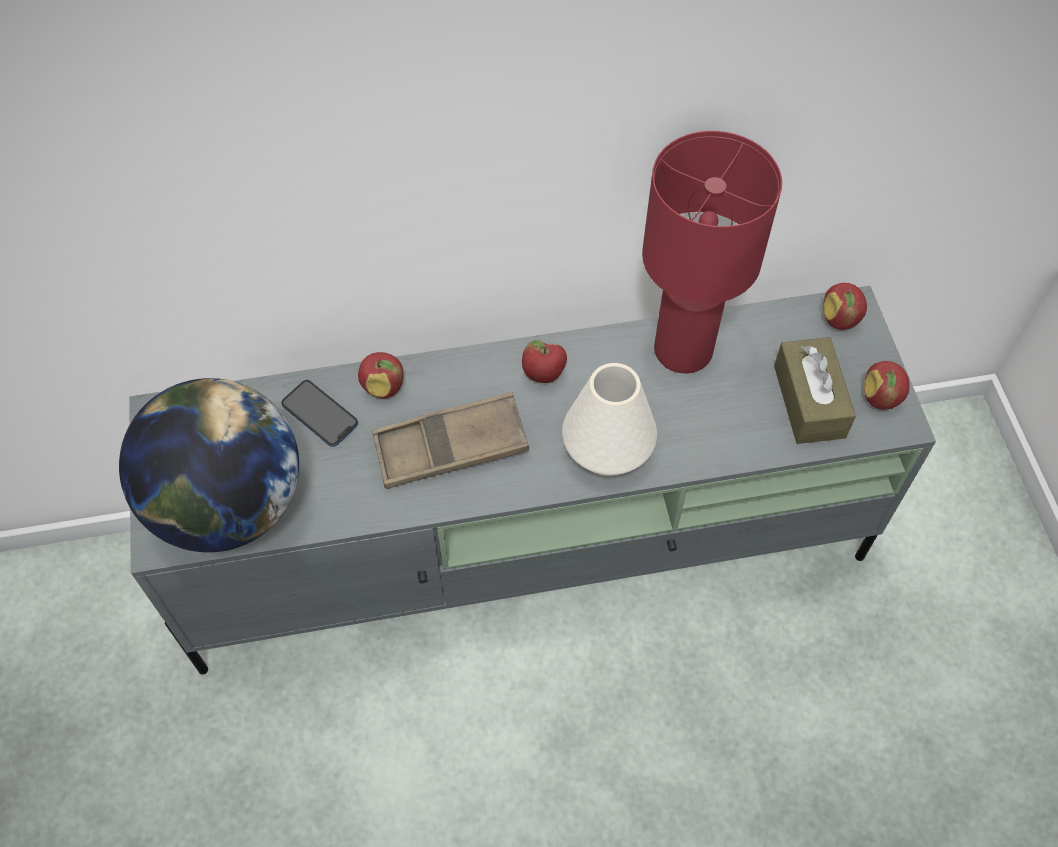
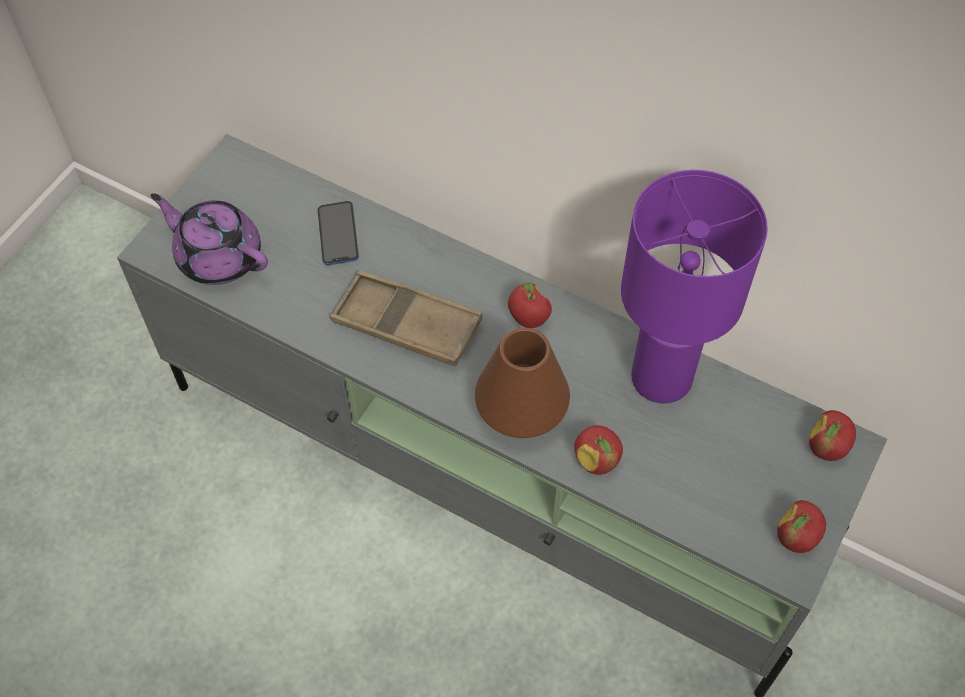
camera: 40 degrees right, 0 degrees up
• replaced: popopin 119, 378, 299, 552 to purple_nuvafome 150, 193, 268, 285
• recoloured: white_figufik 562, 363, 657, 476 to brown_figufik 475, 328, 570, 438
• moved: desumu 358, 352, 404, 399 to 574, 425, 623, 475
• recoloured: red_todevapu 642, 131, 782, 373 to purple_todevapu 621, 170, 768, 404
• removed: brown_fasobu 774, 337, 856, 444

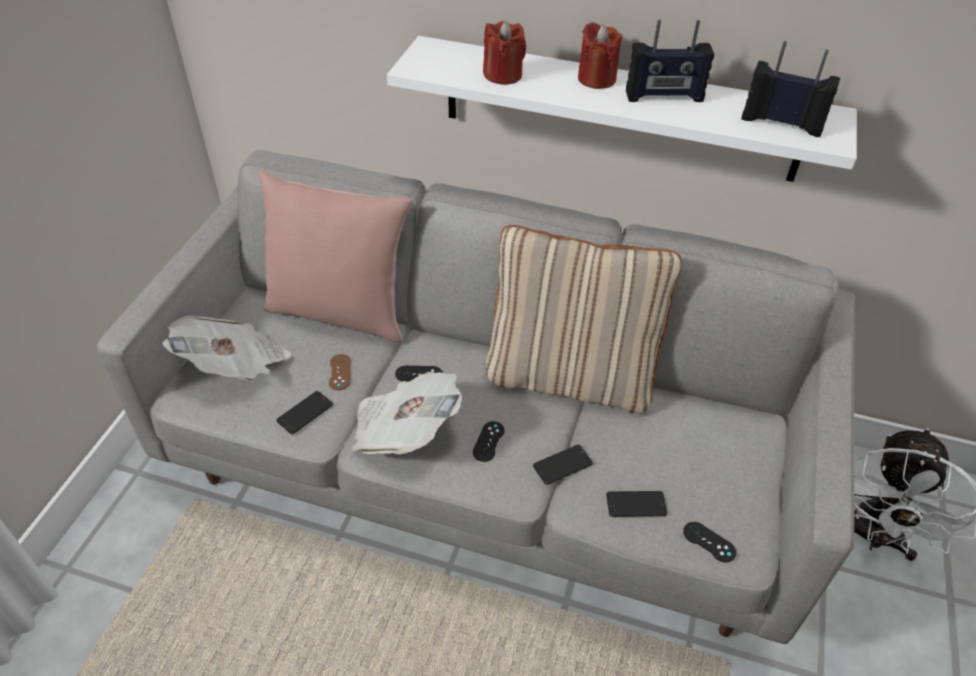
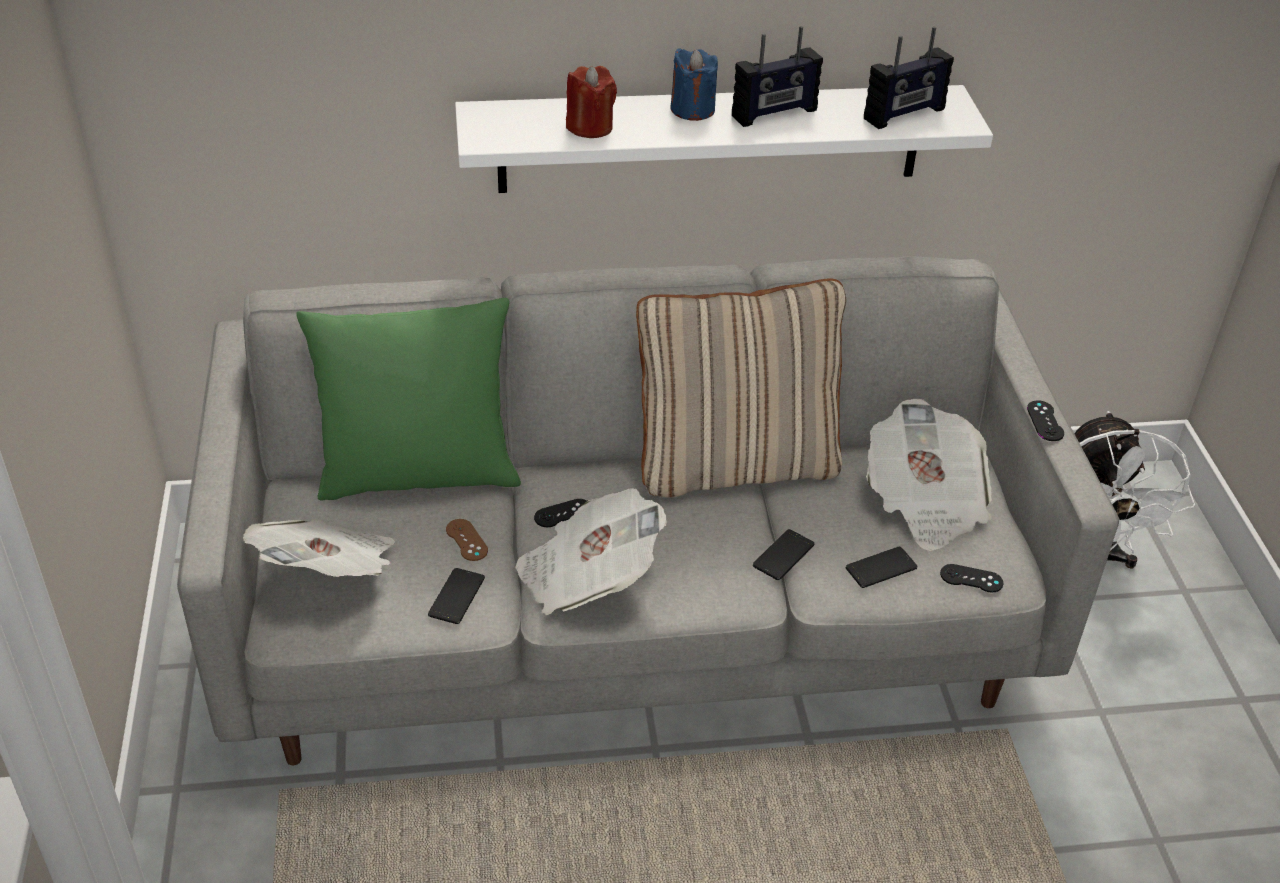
camera: 25 degrees left, 5 degrees down
• recoloured: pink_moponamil 258, 170, 412, 343 to green_moponamil 296, 298, 521, 501
• recoloured: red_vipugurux 578, 22, 622, 89 to blue_vipugurux 670, 48, 718, 121
• turned: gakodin 741, 41, 840, 137 = 864, 27, 954, 129 150 degrees clockwise
• added: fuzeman 866, 399, 992, 551
• moved: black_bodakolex 473, 421, 505, 462 to 1027, 400, 1064, 441

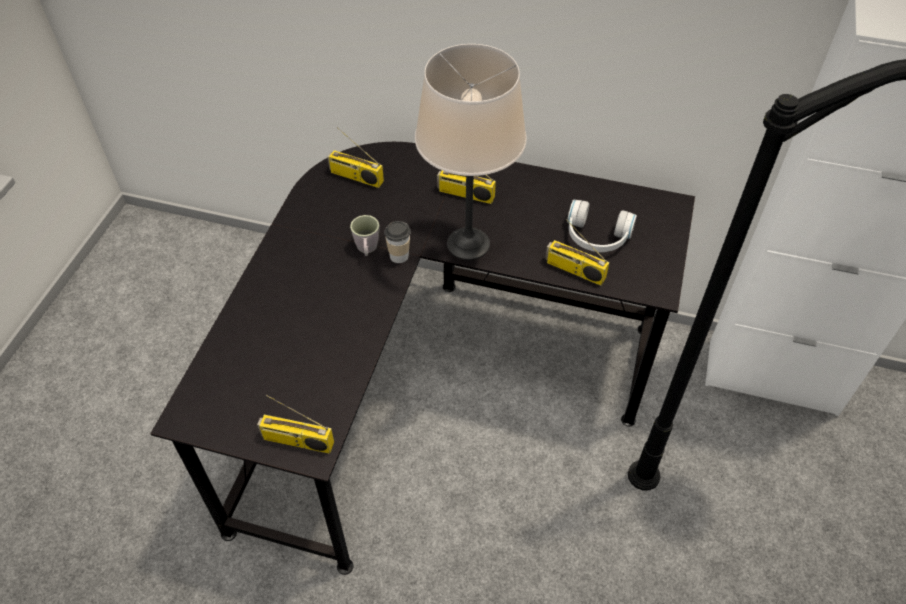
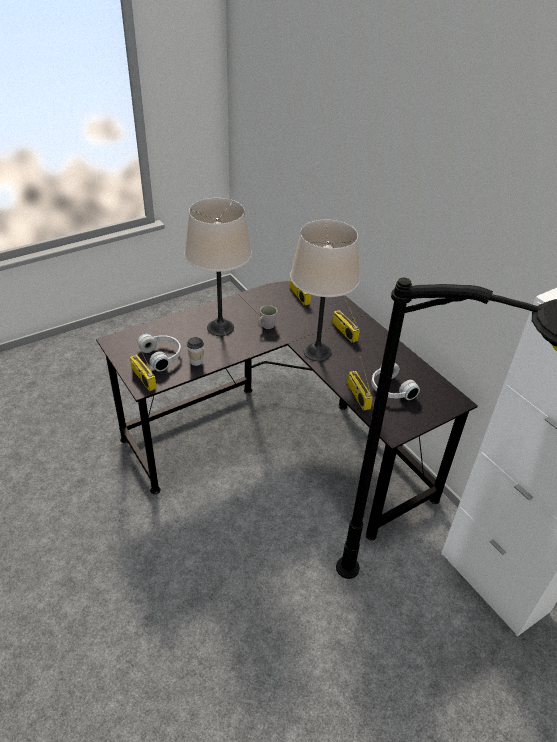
camera: 40 degrees right, 10 degrees down
• added: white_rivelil 137, 334, 181, 371
• added: beige_todevapu 185, 198, 252, 336
• moved: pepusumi 384, 221, 411, 263 to 187, 337, 204, 366

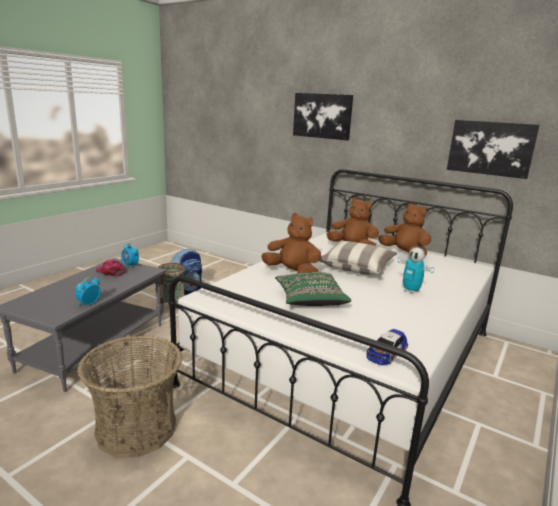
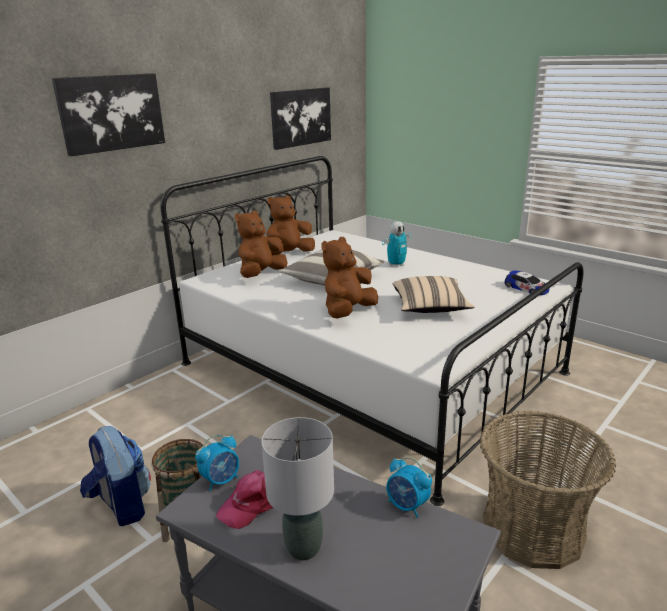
camera: 80 degrees left, 5 degrees up
• added: grey_todevapu 261, 417, 334, 560
• recoloured: green_moponamil 275, 272, 351, 306 to beige_moponamil 393, 276, 474, 313

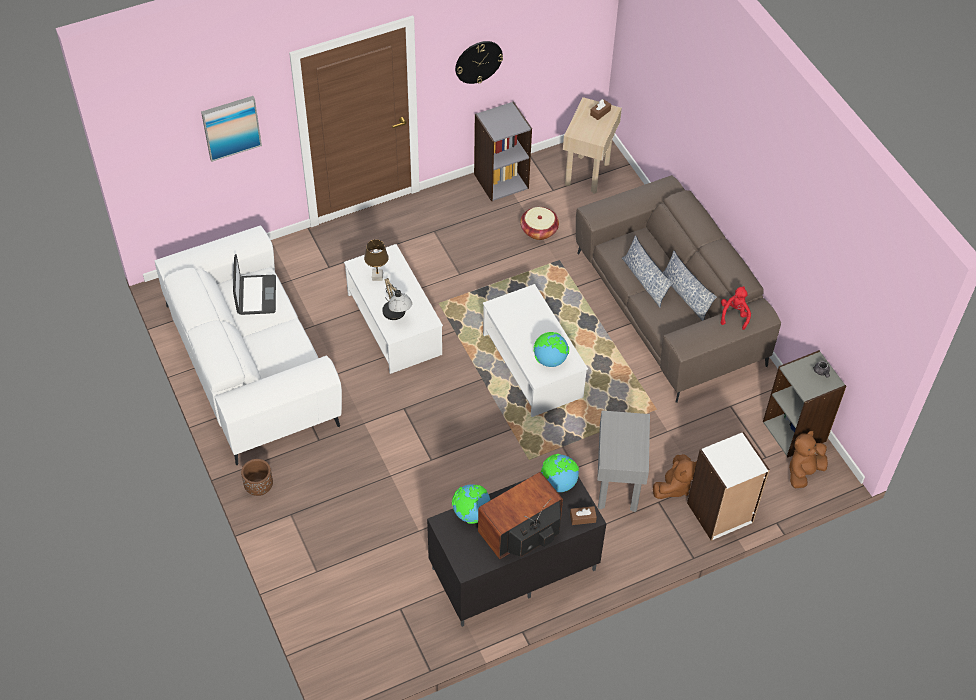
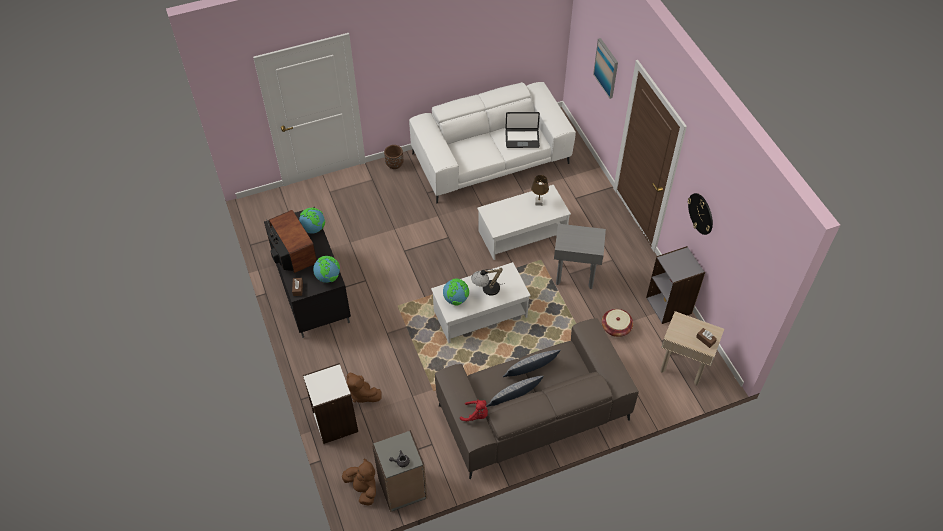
camera: 95 degrees right, 0 degrees up
• moved: todevapu 382, 278, 412, 320 to 471, 268, 505, 296
• moved: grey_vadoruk 597, 410, 650, 512 to 554, 224, 606, 289

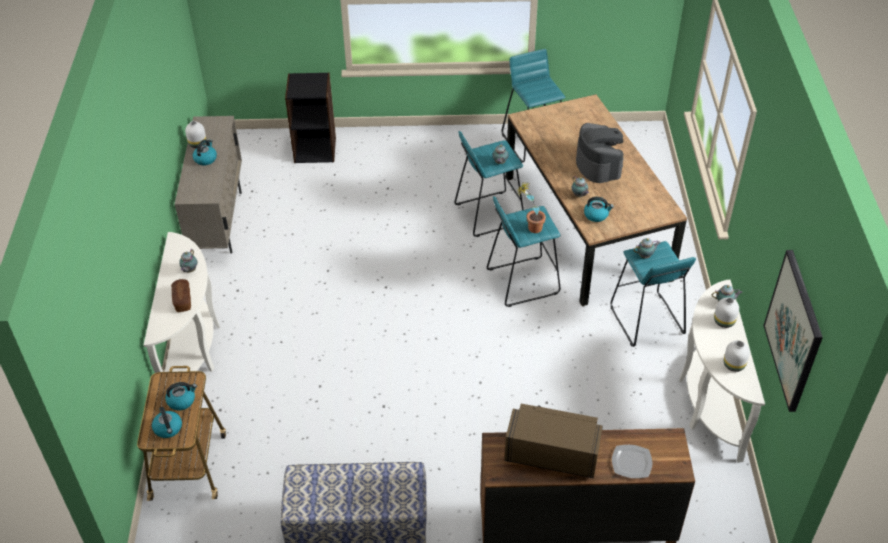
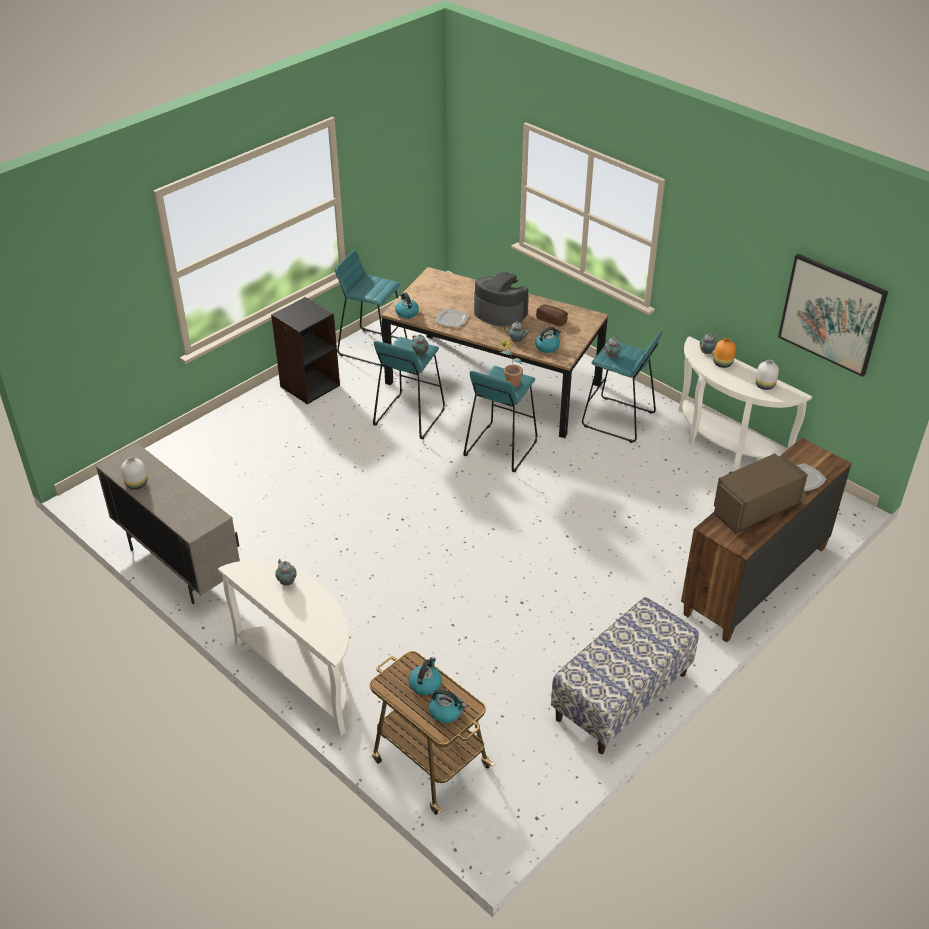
camera: 45 degrees left, 5 degrees down
• moved: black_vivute 285, 73, 336, 163 to 271, 297, 340, 405
• moved: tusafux 193, 140, 217, 165 to 395, 292, 419, 318
• added: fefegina 435, 309, 468, 328
• moved: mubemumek 171, 279, 191, 312 to 536, 304, 568, 327
• recoloured: white_figufik 714, 298, 739, 328 to orange_figufik 713, 338, 736, 368

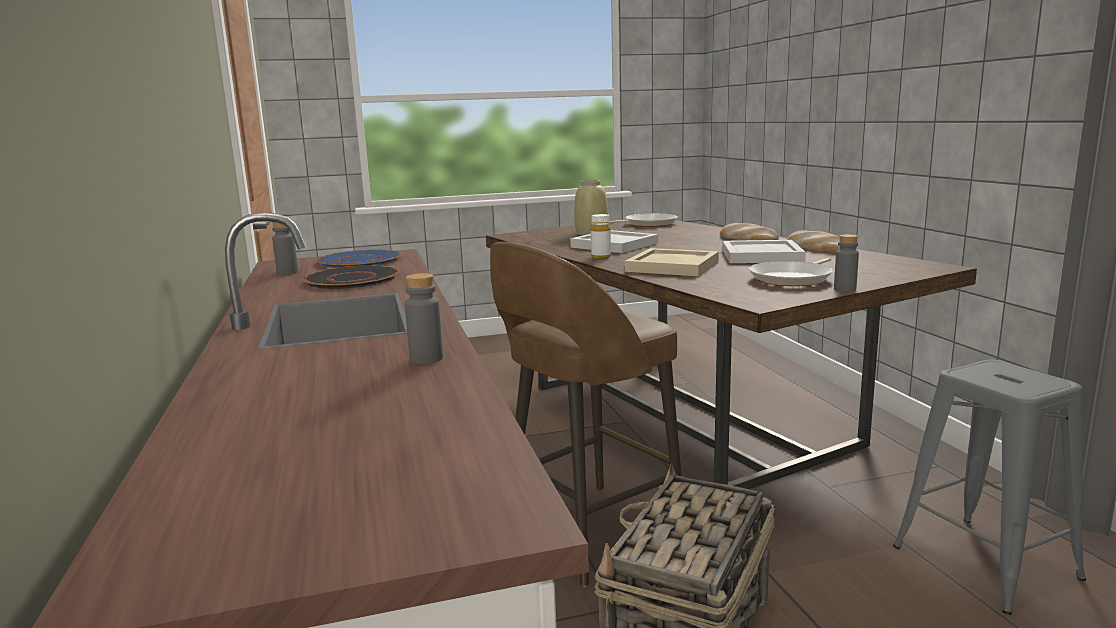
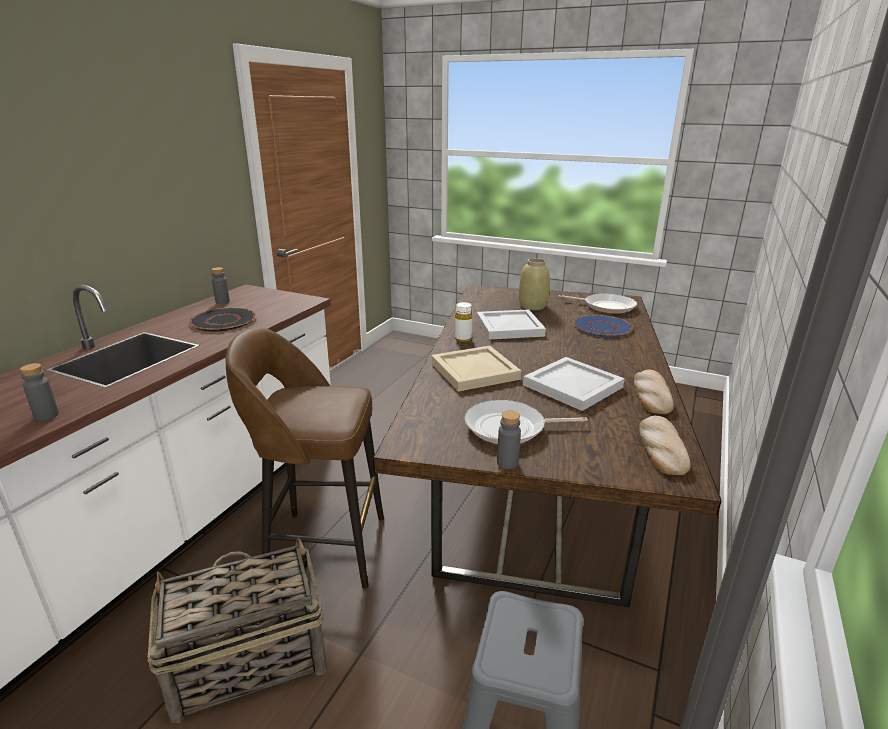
camera: 40 degrees right, 10 degrees up
• moved: blue_fefegina 317, 249, 402, 268 to 574, 315, 633, 337
• moved: mubemumek 720, 223, 779, 240 to 639, 415, 690, 475

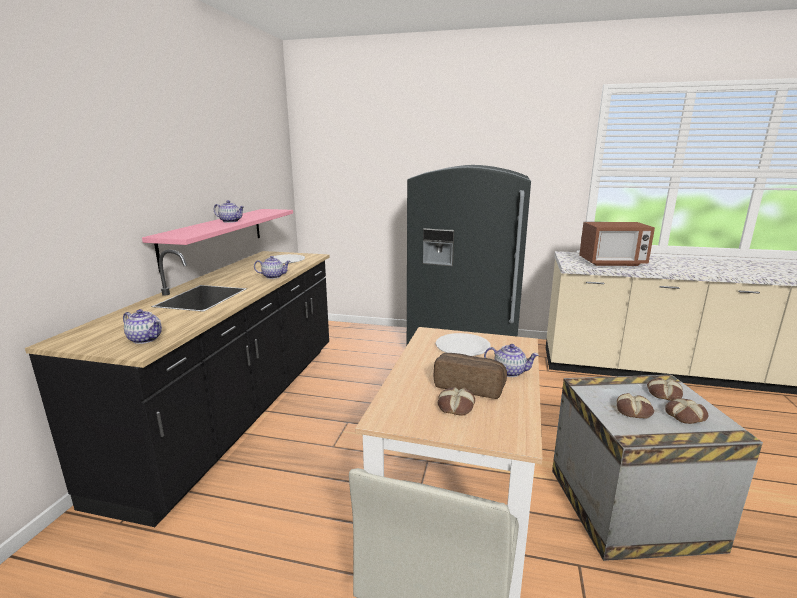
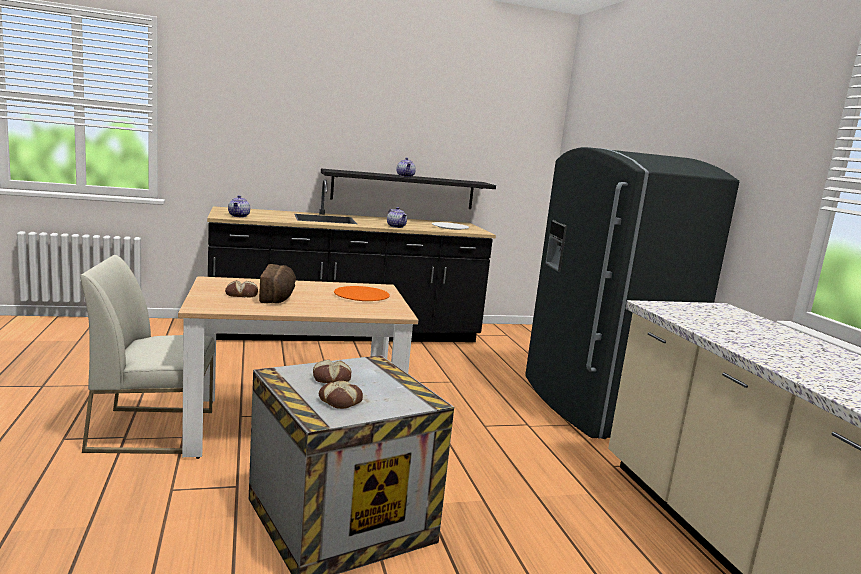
camera: 60 degrees right, 5 degrees down
• recoloured: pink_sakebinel 142, 209, 293, 273 to black_sakebinel 321, 168, 496, 209
• recoloured: white_fefegina 436, 333, 491, 356 to orange_fefegina 334, 286, 390, 301
• removed: nuvafome 484, 344, 539, 377
• removed: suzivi 579, 222, 655, 266
• removed: mubemumek 647, 378, 683, 401

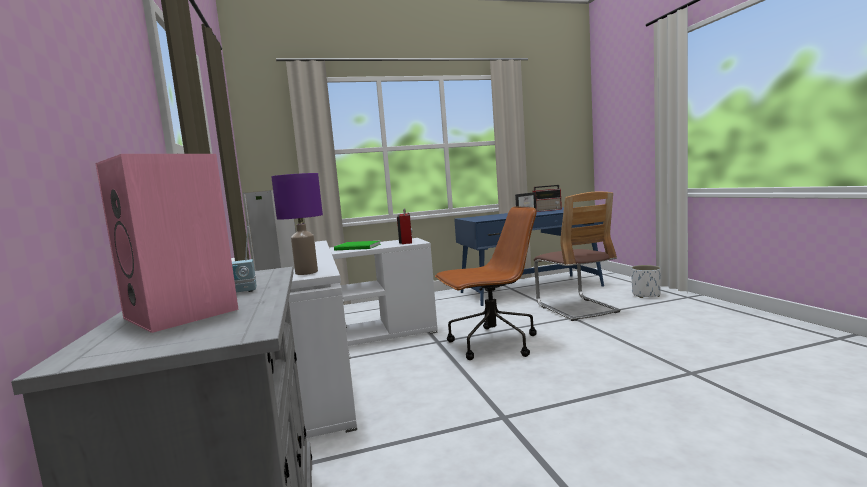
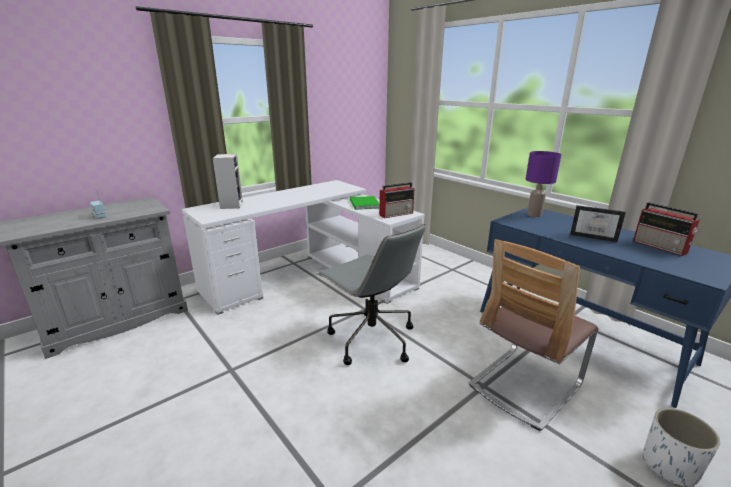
camera: 65 degrees right, 15 degrees up
• recoloured: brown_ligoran 435, 206, 537, 360 to grey_ligoran 317, 224, 425, 365
• moved: purple_todevapu 271, 173, 323, 275 to 526, 151, 561, 217
• removed: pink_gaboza 95, 154, 239, 333

